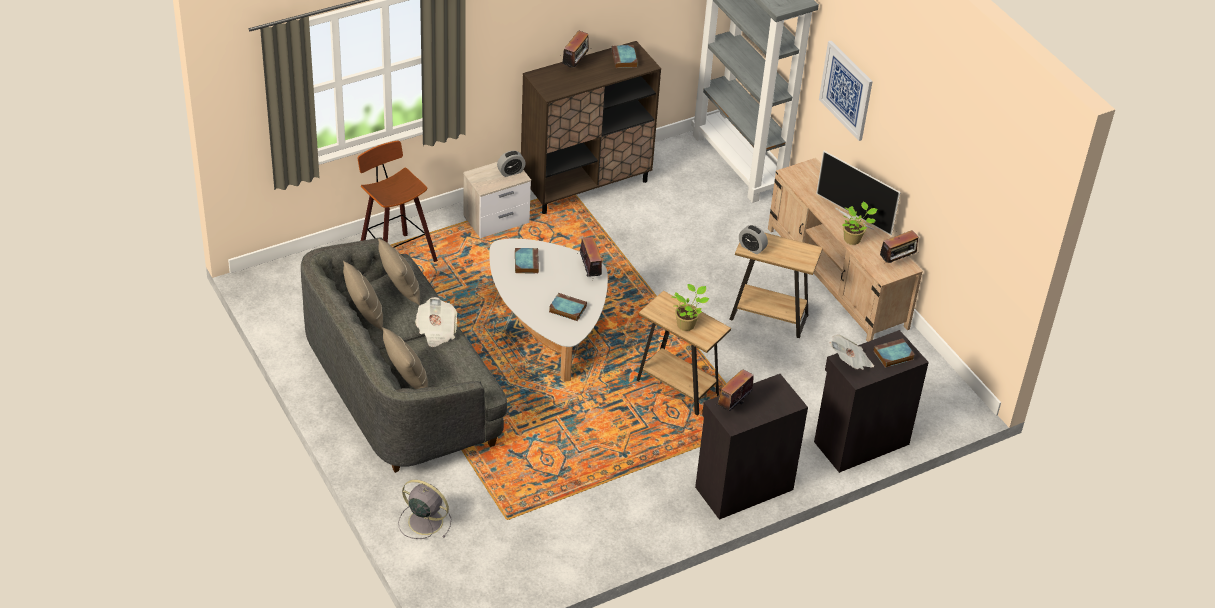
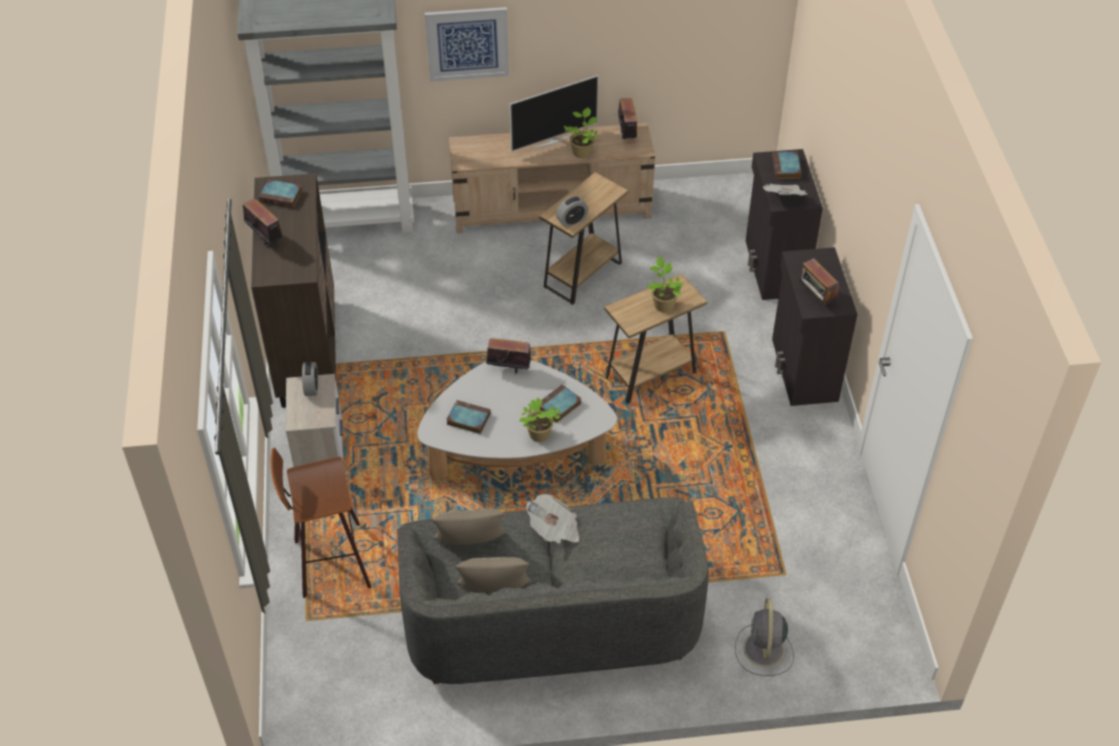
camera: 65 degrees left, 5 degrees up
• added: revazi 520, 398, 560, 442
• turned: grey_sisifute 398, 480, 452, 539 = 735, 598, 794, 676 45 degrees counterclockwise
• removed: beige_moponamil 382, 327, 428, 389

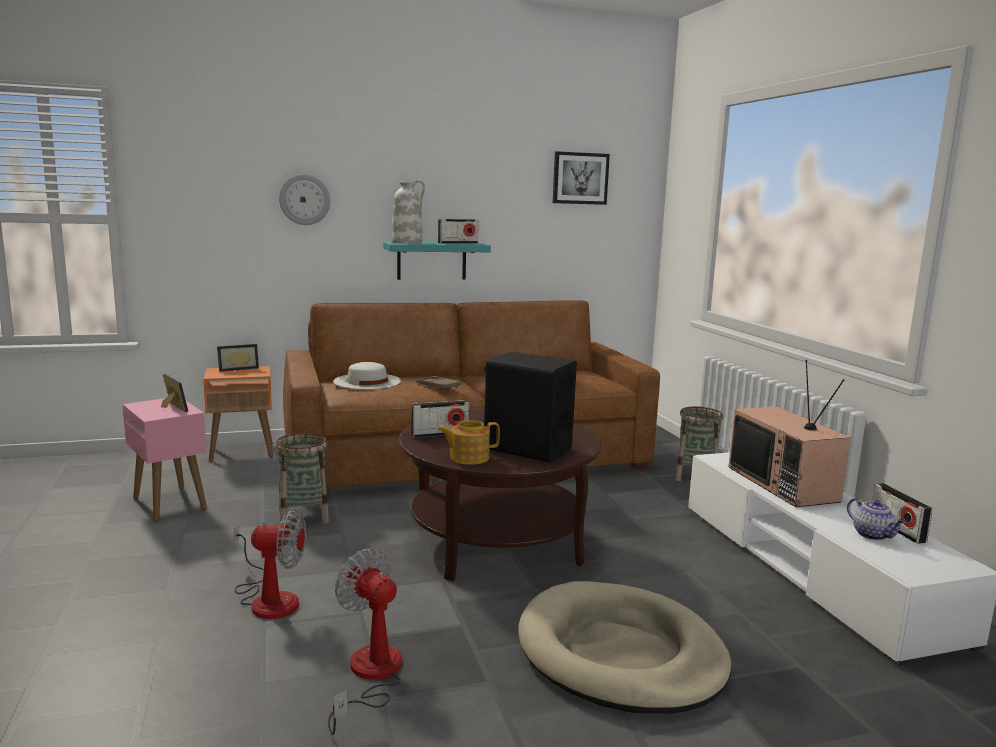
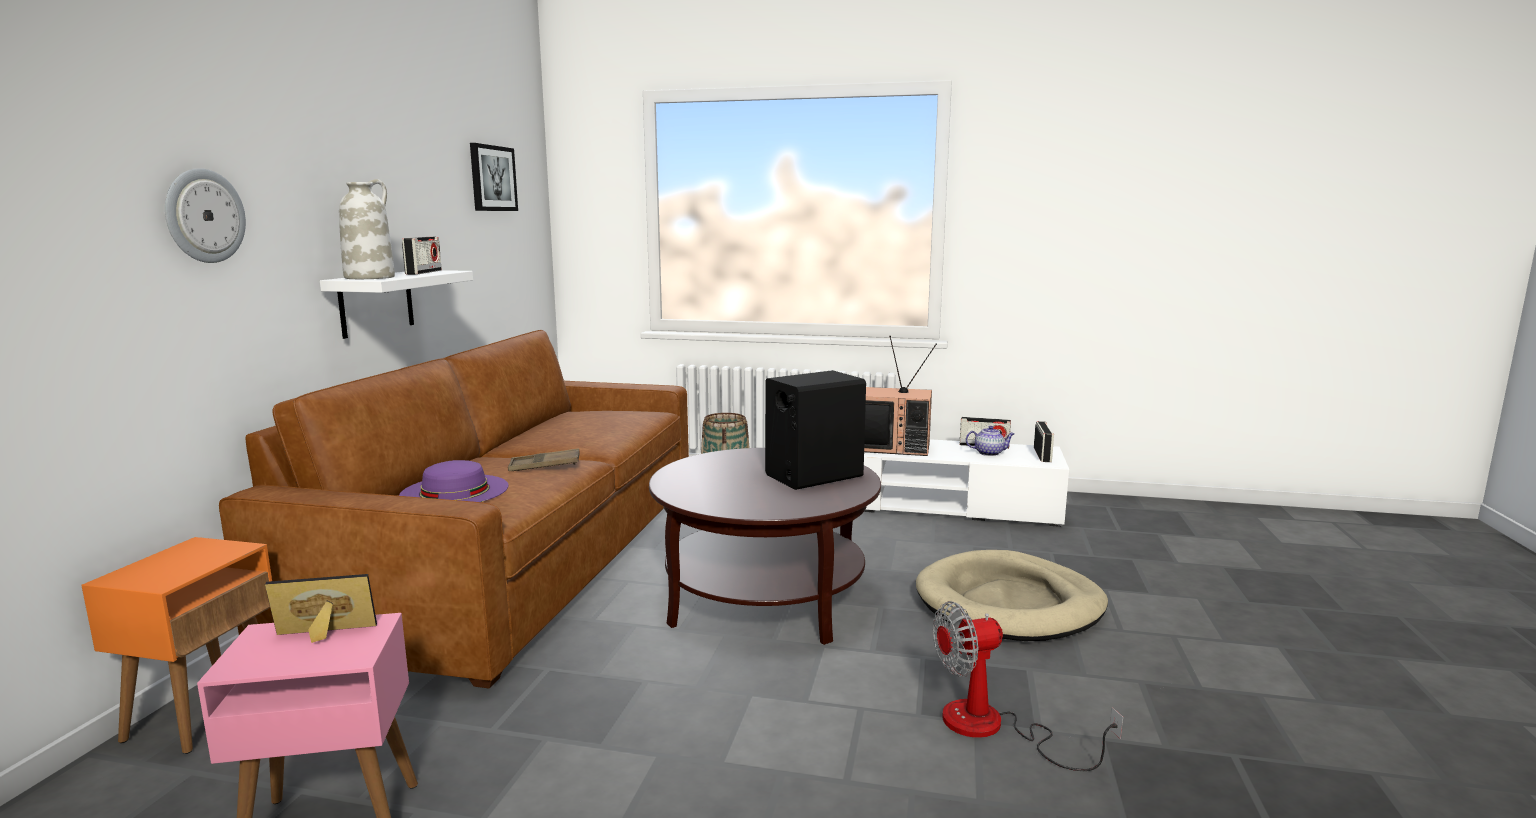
camera: 60 degrees left, 0 degrees up
• recoloured: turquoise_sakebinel 383, 242, 491, 280 to white_sakebinel 320, 270, 473, 339
• recoloured: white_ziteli 333, 362, 401, 389 to purple_ziteli 399, 460, 508, 502
• moved: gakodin 411, 400, 469, 438 to 1034, 421, 1054, 462
• removed: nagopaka 217, 344, 259, 372
• removed: sisifute 234, 510, 306, 619
• removed: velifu 275, 433, 329, 524
• removed: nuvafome 438, 420, 500, 464

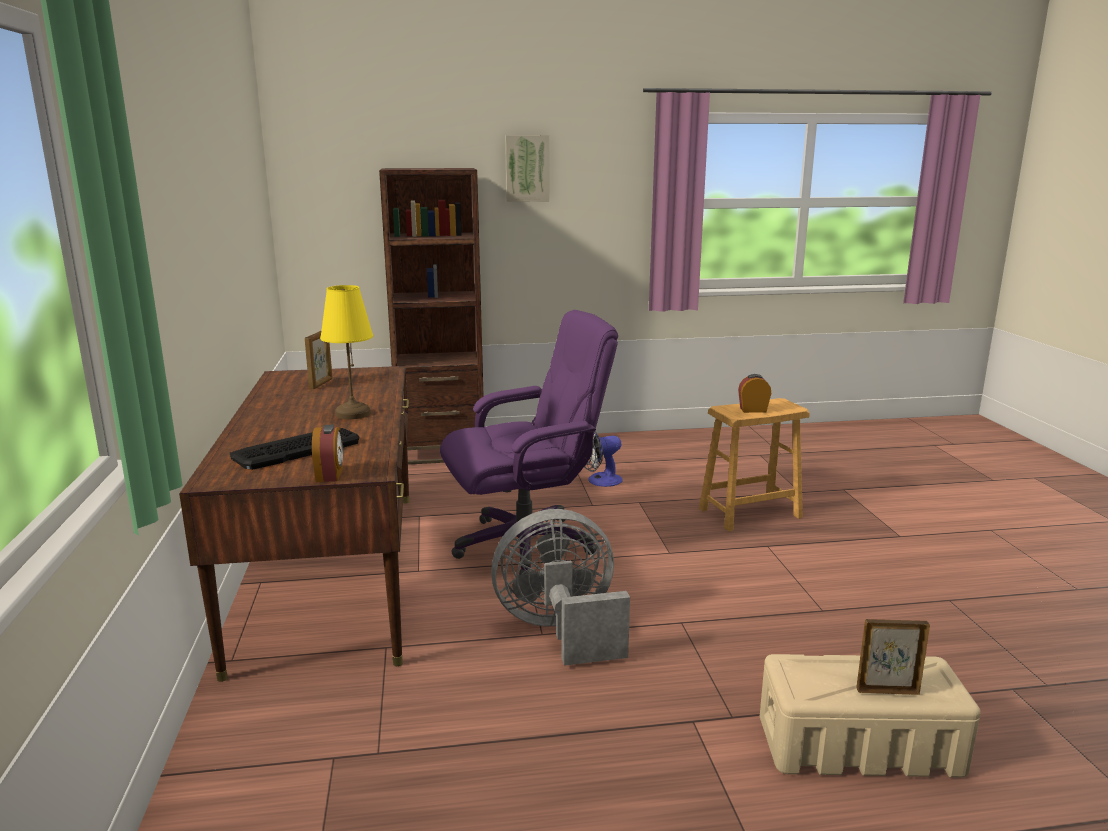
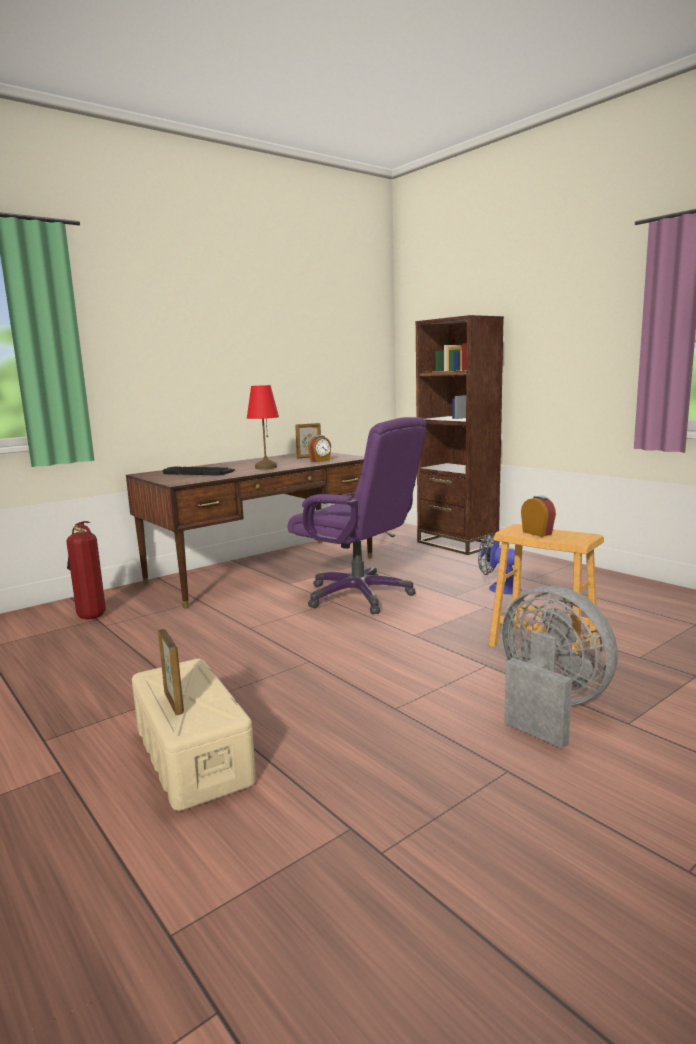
camera: 60 degrees right, 5 degrees down
• added: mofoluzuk 67, 521, 106, 619
• recoloured: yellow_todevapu 320, 285, 373, 419 to red_todevapu 247, 385, 279, 469
• moved: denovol 312, 425, 343, 482 to 308, 435, 331, 462
• moved: grey_sisifute 491, 509, 630, 666 to 501, 586, 618, 748
• removed: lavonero 505, 135, 549, 202

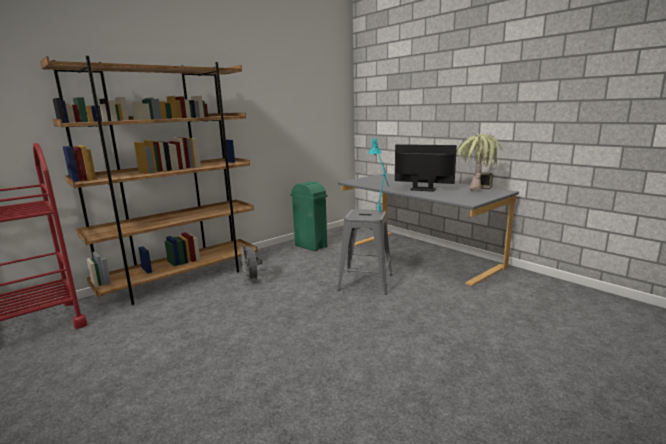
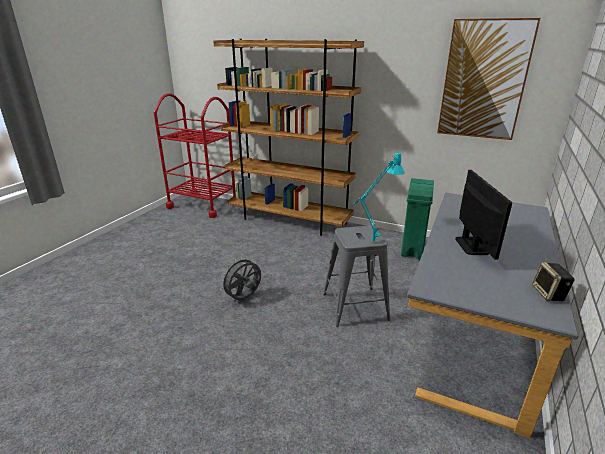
camera: 65 degrees right, 10 degrees up
• moved: grey_sisifute 241, 243, 263, 284 to 220, 256, 261, 300
• added: lavonero 437, 18, 540, 140
• removed: revazi 456, 134, 503, 191

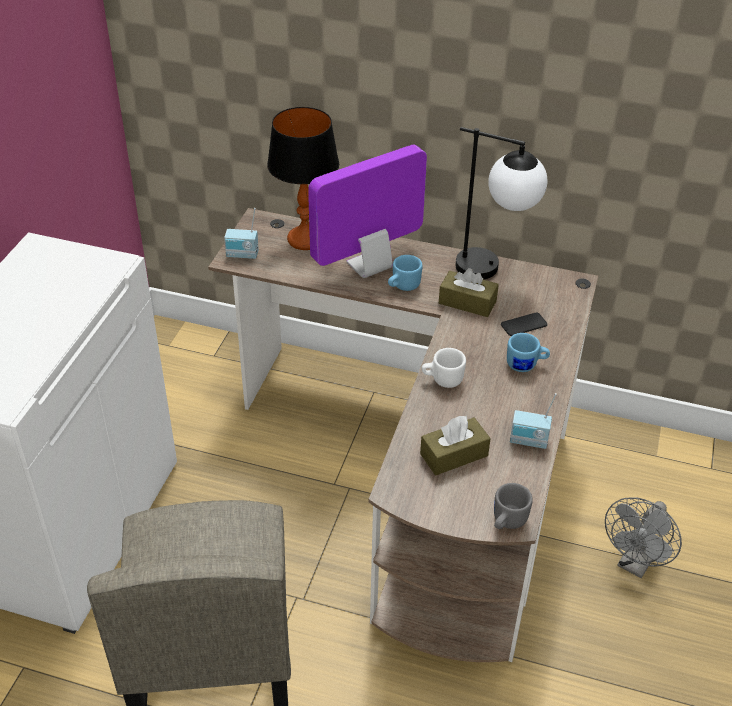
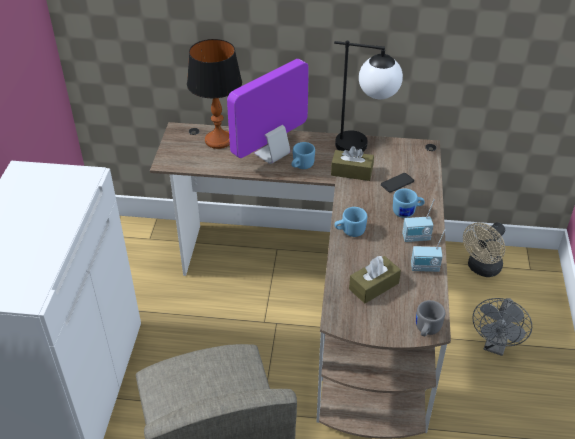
camera: 10 degrees left, 0 degrees up
• recoloured: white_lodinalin 422, 348, 466, 388 to blue_lodinalin 334, 207, 367, 237
• moved: gakodin 224, 208, 259, 259 to 402, 199, 435, 242
• added: beige_sisifute 463, 222, 505, 277

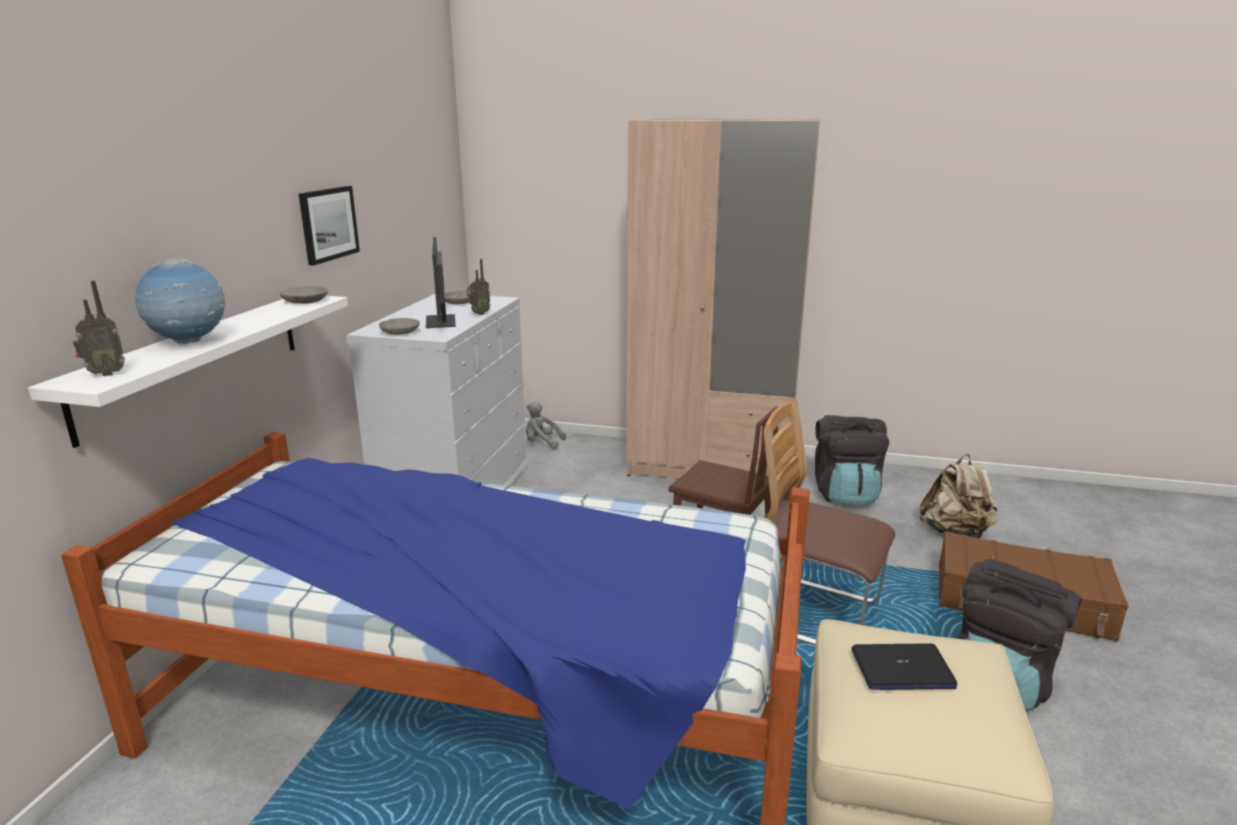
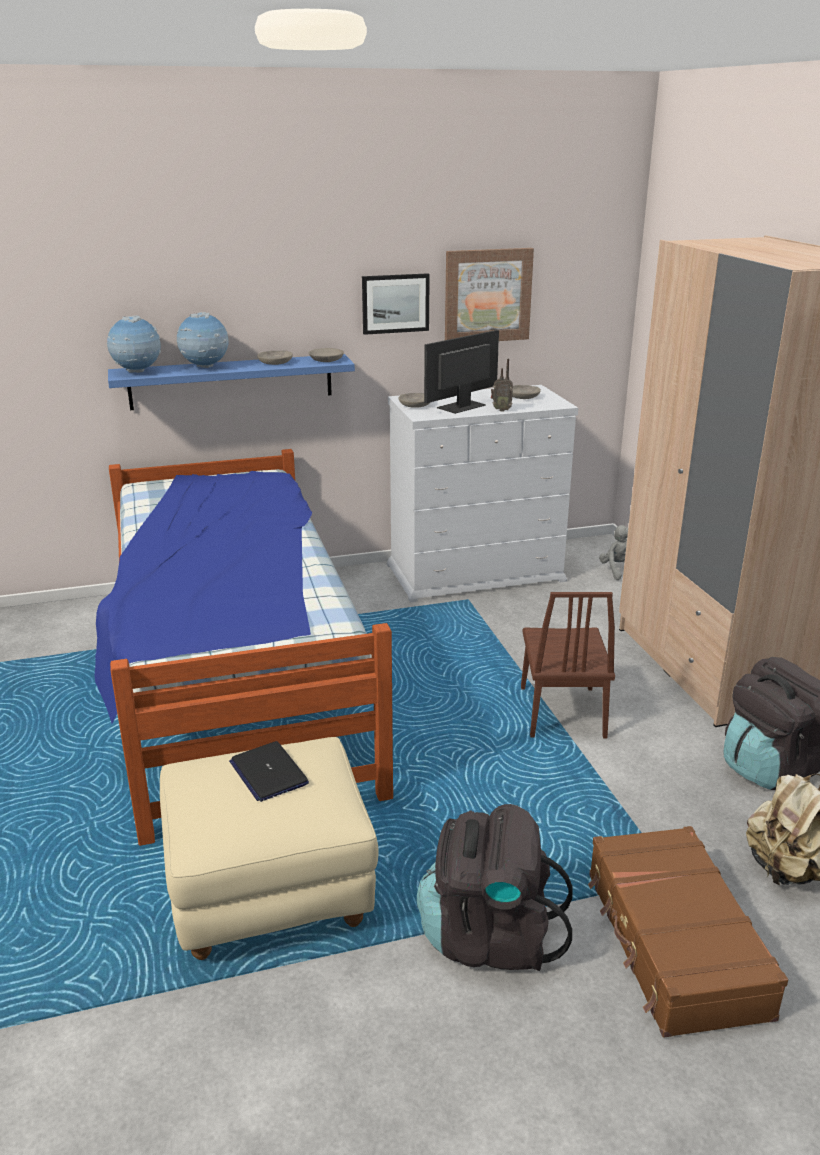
camera: 60 degrees right, 5 degrees up
• replaced: gakodin 73, 280, 125, 376 to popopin 106, 316, 161, 373
• recoloured: white_sakebinel 28, 296, 348, 448 to blue_sakebinel 108, 354, 355, 410
• added: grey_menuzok 257, 351, 293, 365
• added: lavonero 445, 248, 534, 341
• removed: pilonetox 763, 400, 895, 646

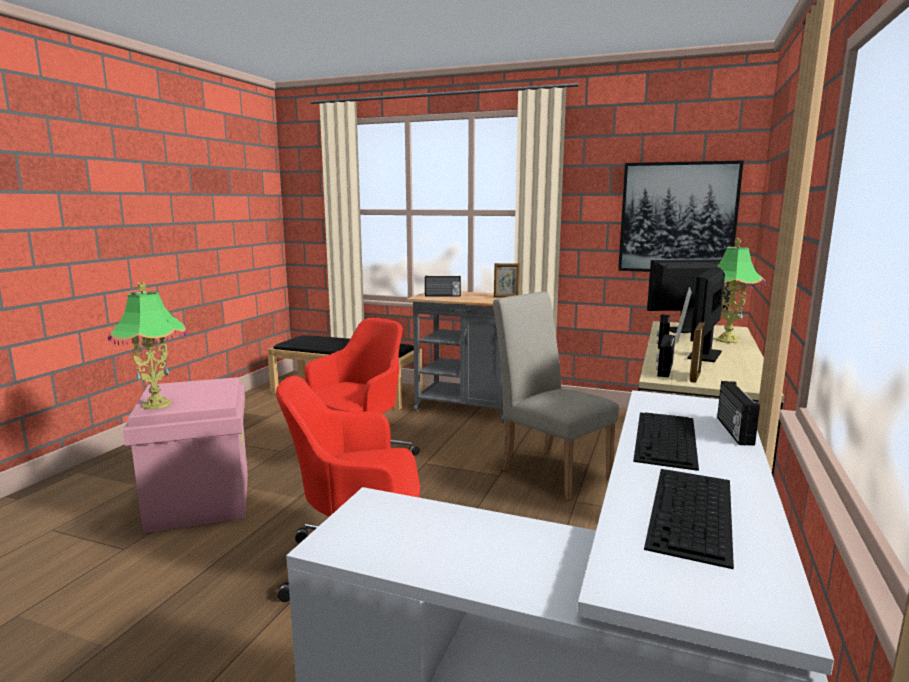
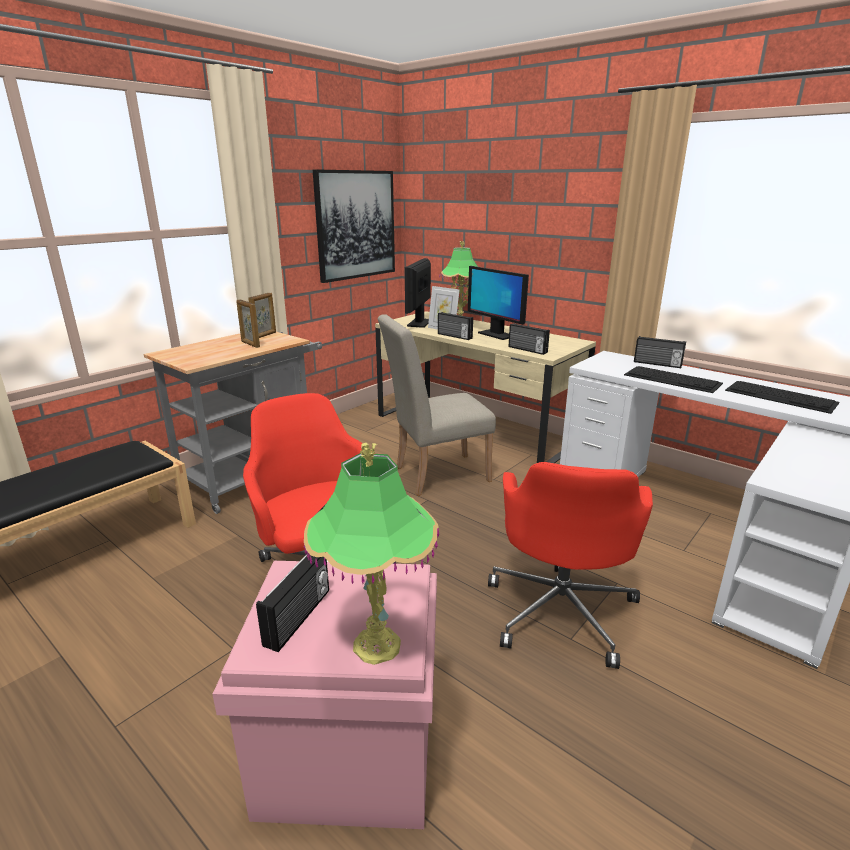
camera: 70 degrees left, 10 degrees up
• moved: nagopaka 689, 322, 705, 383 to 236, 300, 260, 348
• moved: gakodin 425, 276, 461, 297 to 256, 554, 329, 652

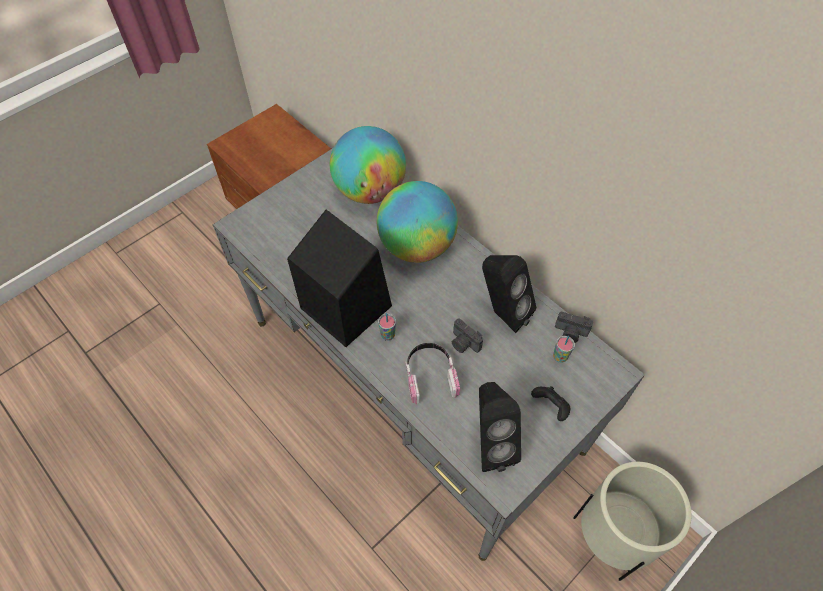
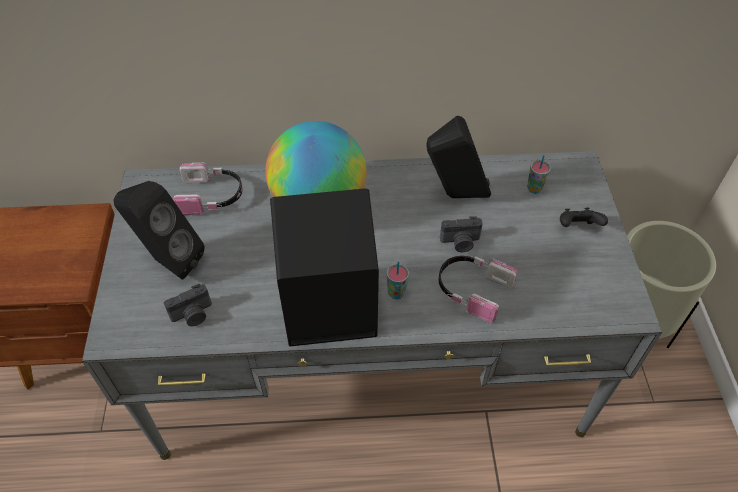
camera: 50 degrees left, 5 degrees down
• moved: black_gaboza 479, 382, 521, 472 to 114, 181, 205, 280
• moved: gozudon 555, 312, 593, 343 to 164, 284, 212, 326
• replaced: popopin 330, 126, 406, 204 to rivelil 173, 163, 242, 215

